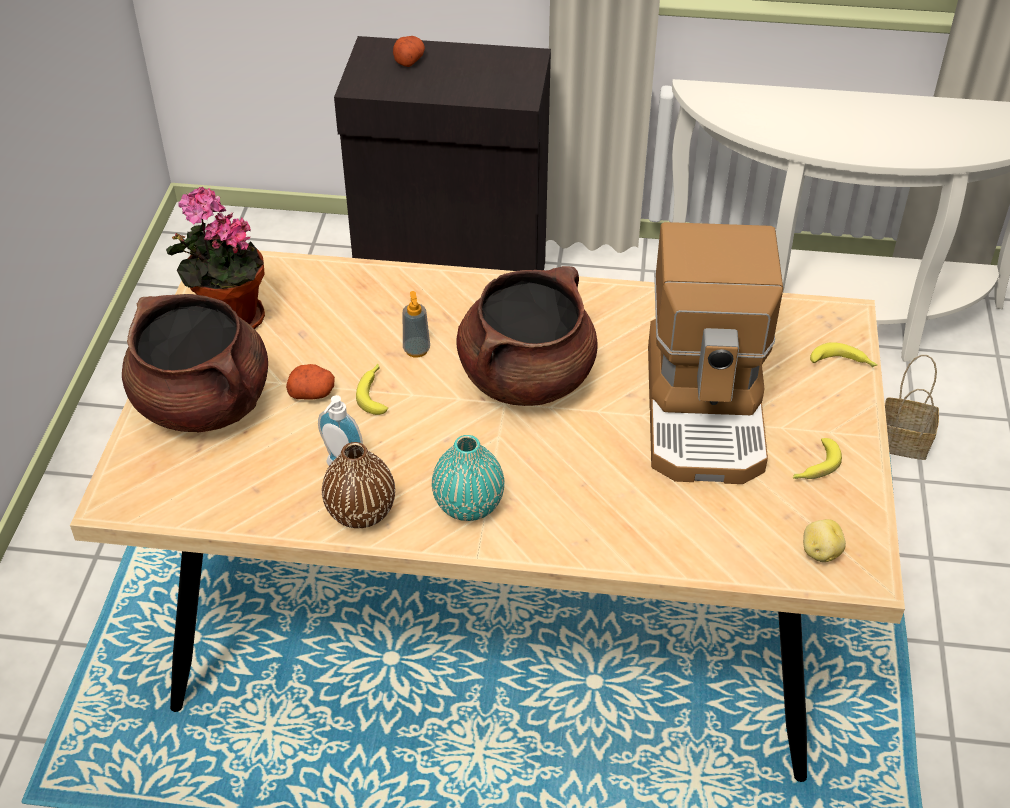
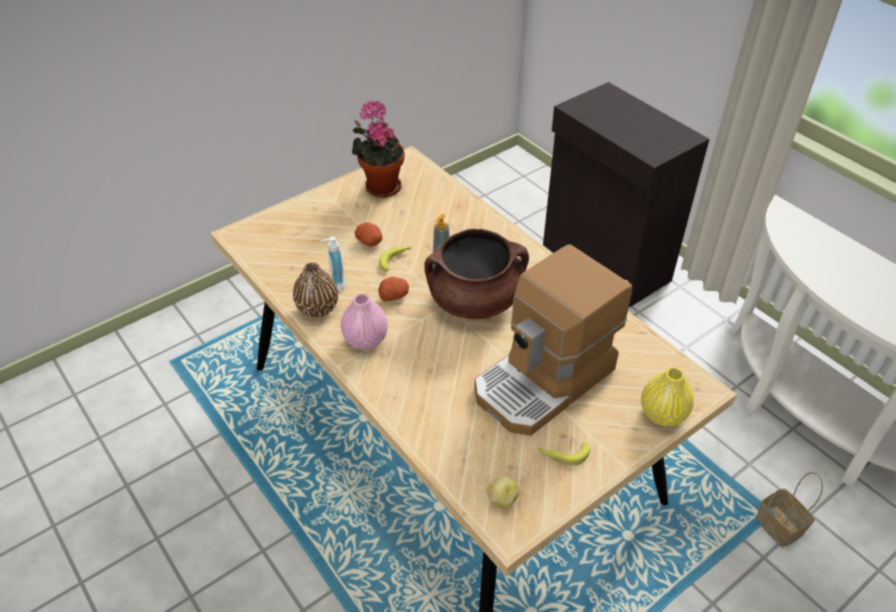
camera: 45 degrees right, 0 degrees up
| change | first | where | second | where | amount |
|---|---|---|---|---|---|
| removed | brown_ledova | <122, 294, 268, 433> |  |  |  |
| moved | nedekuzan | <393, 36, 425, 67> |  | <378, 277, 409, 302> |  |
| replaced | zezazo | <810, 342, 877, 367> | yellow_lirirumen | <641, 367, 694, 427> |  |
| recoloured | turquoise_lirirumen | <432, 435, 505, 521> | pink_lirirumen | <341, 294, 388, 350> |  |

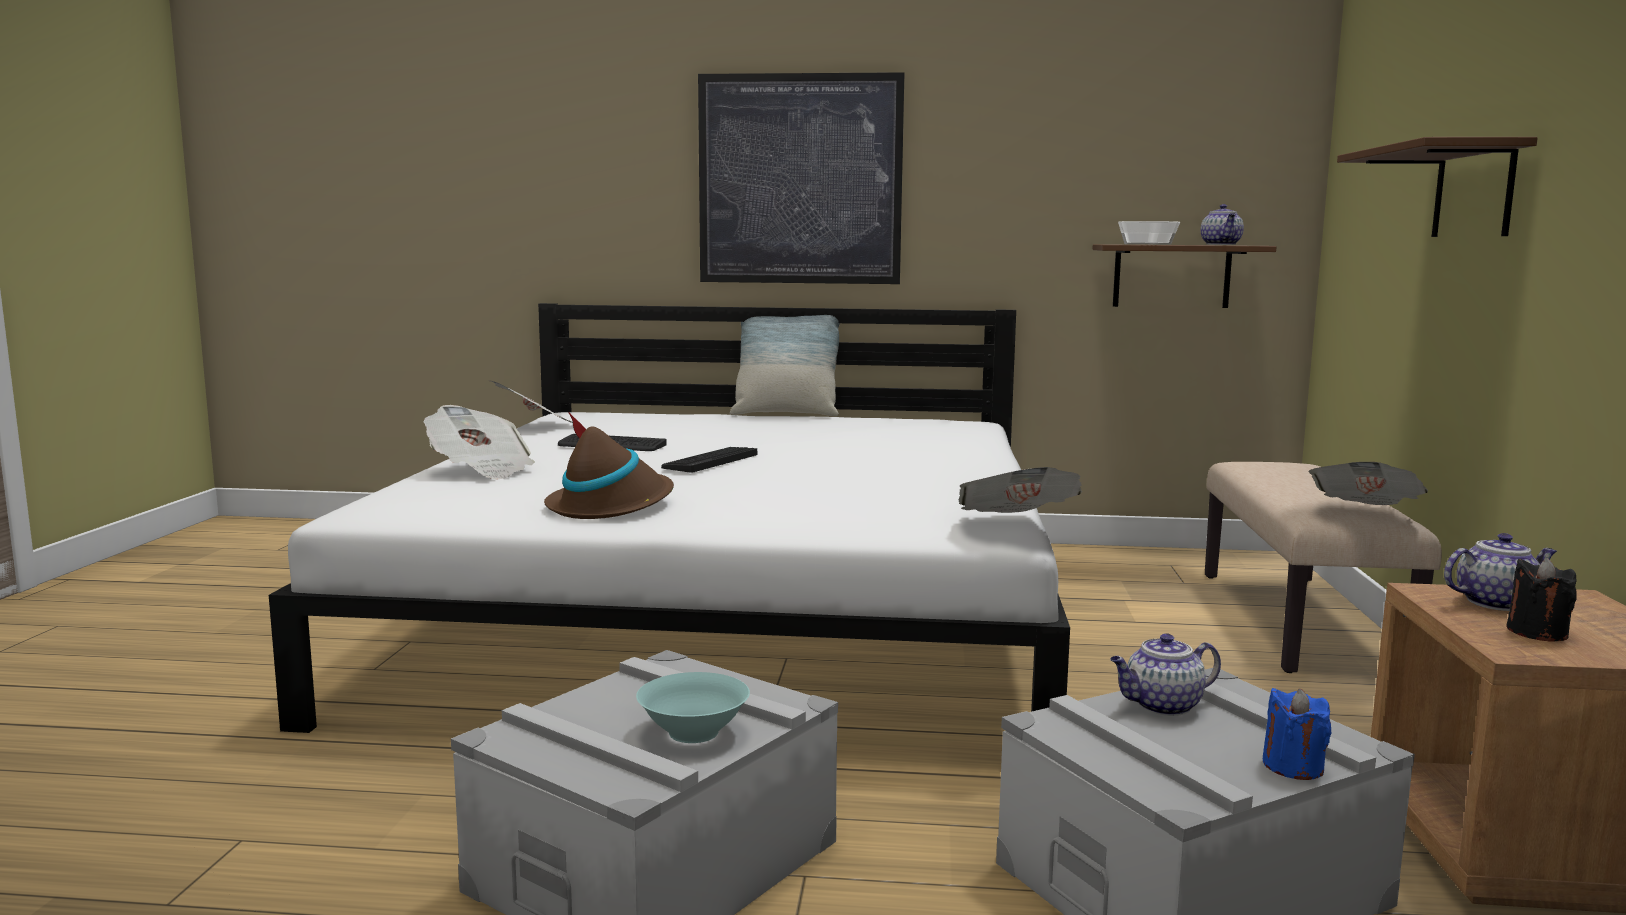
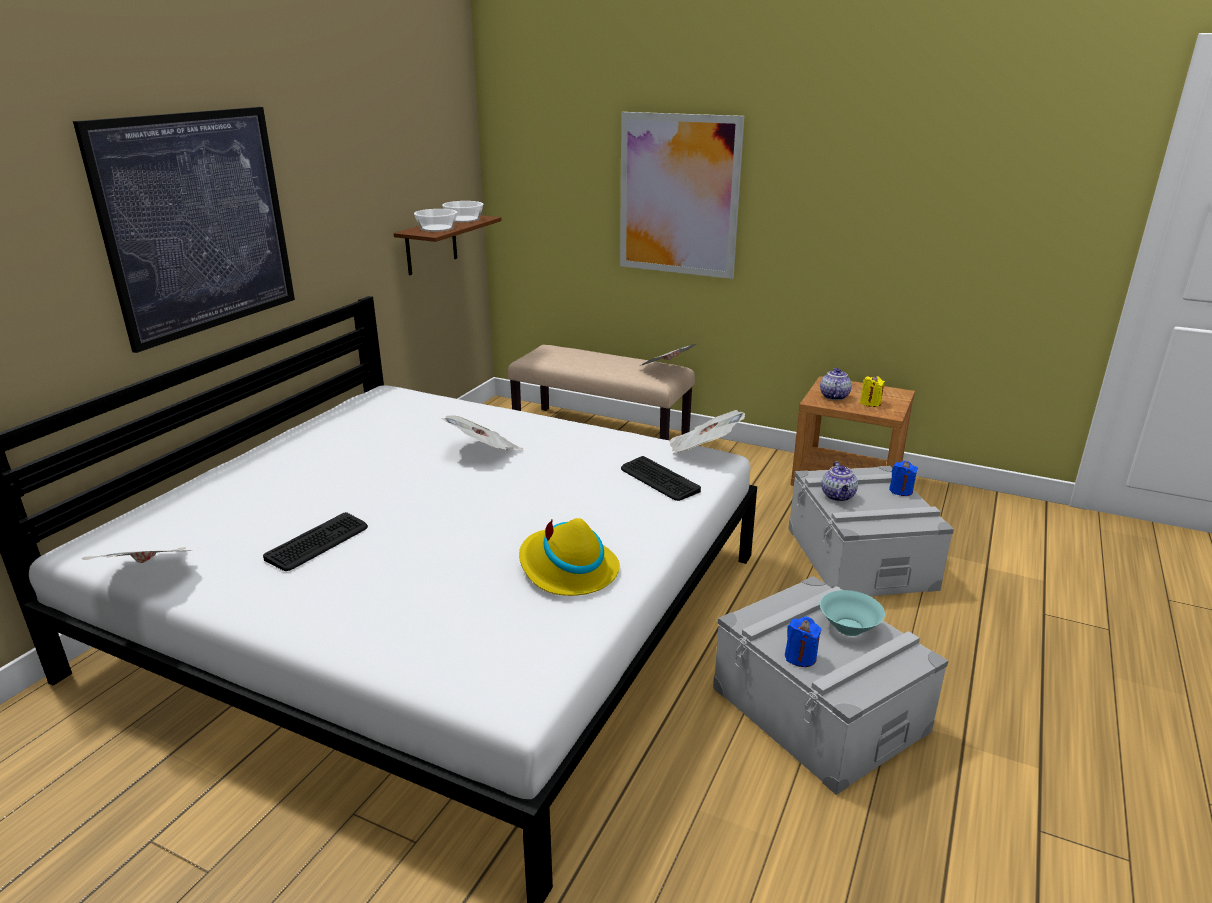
camera: 70 degrees left, 15 degrees up
| change | first | where | second | where | amount |
|---|---|---|---|---|---|
| removed | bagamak | <730, 315, 840, 416> |  |  |  |
| added |  |  | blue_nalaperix | <785, 617, 822, 667> |  |
| moved | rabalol | <424, 405, 535, 480> |  | <442, 416, 523, 450> |  |
| moved | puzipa | <661, 447, 757, 473> |  | <621, 456, 701, 501> |  |
| replaced | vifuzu | <1200, 204, 1244, 245> | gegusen | <442, 201, 483, 222> |  |
| replaced | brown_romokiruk | <1337, 137, 1538, 237> | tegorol | <620, 112, 744, 279> |  |
| recoloured | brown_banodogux | <544, 412, 674, 519> | yellow_banodogux | <519, 518, 620, 596> |  |
| recoloured | black_nalaperix | <1506, 558, 1577, 642> | yellow_nalaperix | <860, 375, 885, 407> |  |

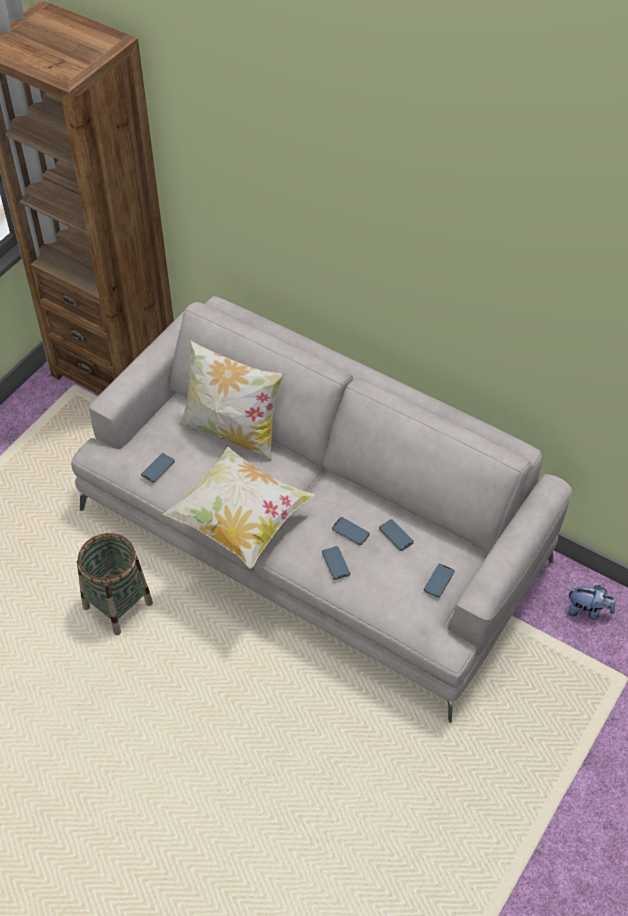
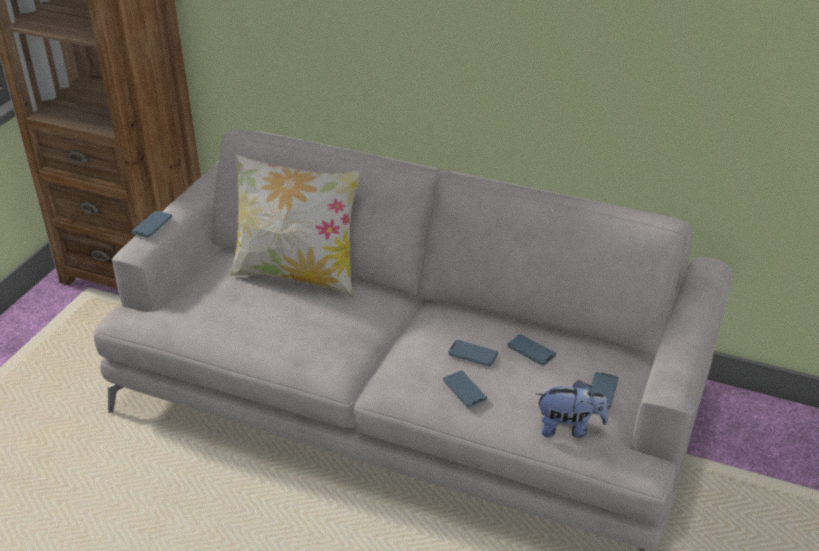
camera: 10 degrees left, 15 degrees down
| change | first | where | second | where | amount |
|---|---|---|---|---|---|
| removed | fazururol | <77, 533, 153, 636> |  |  |  |
| removed | bagamak | <163, 447, 315, 569> |  |  |  |
| moved | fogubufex | <141, 453, 175, 483> |  | <132, 211, 172, 238> |  |
| moved | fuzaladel | <568, 585, 615, 620> |  | <536, 380, 609, 438> |  |

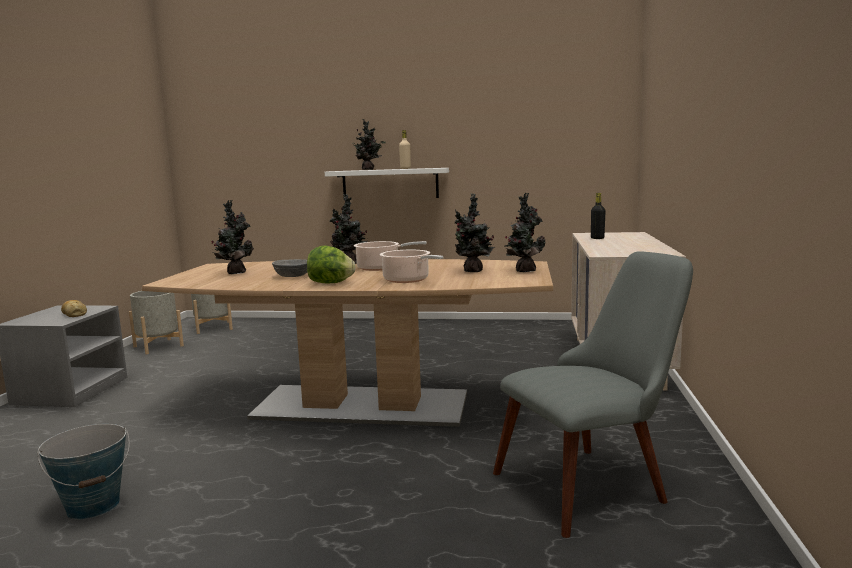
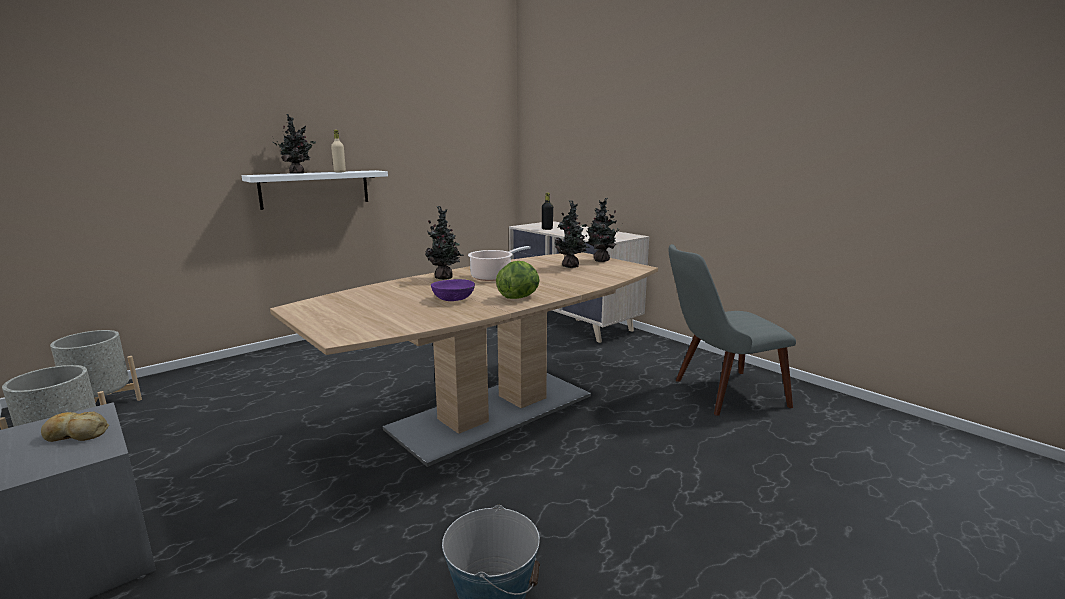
camera: 50 degrees left, 5 degrees up
| change | first | where | second | where | amount |
|---|---|---|---|---|---|
| removed | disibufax | <211, 200, 254, 274> |  |  |  |
| removed | ledova | <380, 250, 443, 283> |  |  |  |
| recoloured | grey_gegusen | <272, 259, 307, 277> | purple_gegusen | <431, 279, 475, 301> |  |
| turned | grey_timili | <493, 251, 693, 538> |  | <668, 244, 796, 416> | 120 degrees counterclockwise |

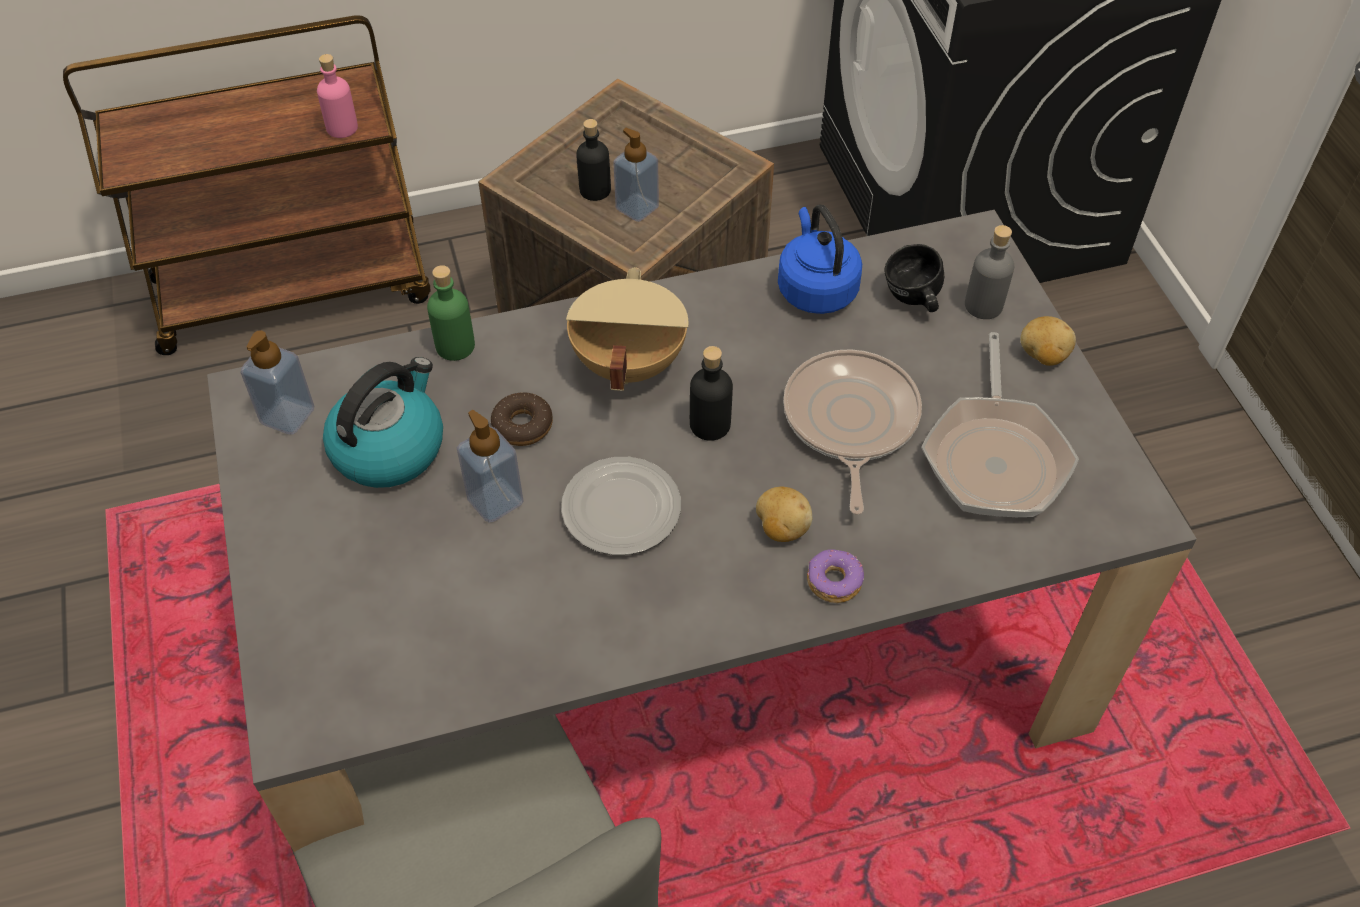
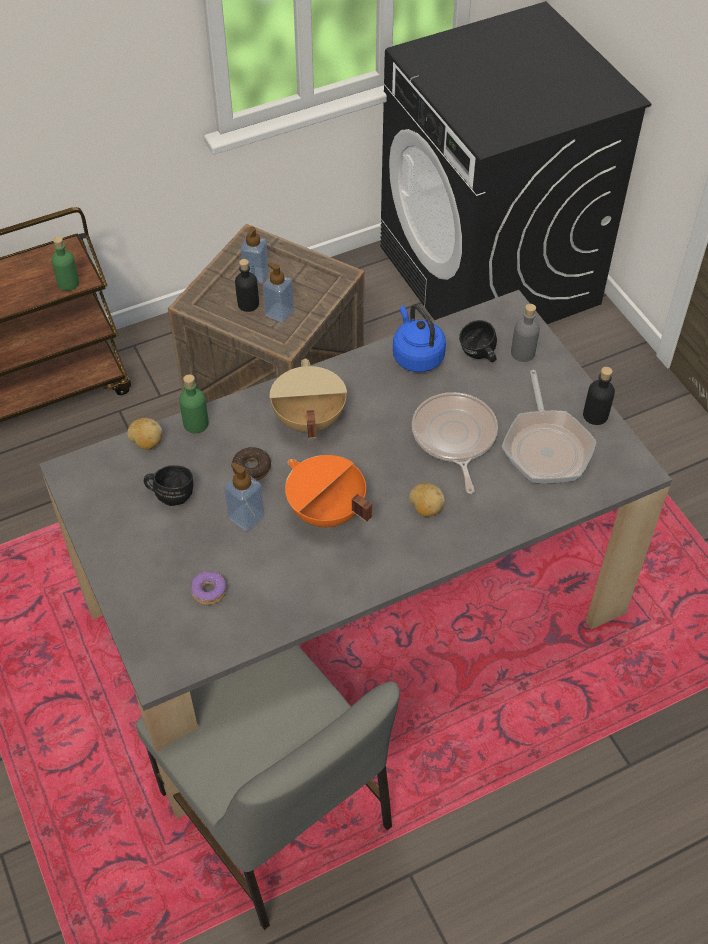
camera: 10 degrees left, 0 degrees up
| change | first | where | second | where | amount |
|---|---|---|---|---|---|
| moved | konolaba | <240, 330, 314, 435> |  | <240, 226, 269, 284> |  |
| moved | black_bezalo | <690, 346, 733, 441> |  | <583, 367, 615, 425> |  |
| moved | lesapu | <807, 549, 864, 603> |  | <191, 572, 226, 605> |  |
| moved | nedekuzan | <1020, 316, 1076, 366> |  | <127, 418, 163, 450> |  |
| replaced | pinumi | <323, 357, 443, 488> | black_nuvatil | <144, 465, 193, 506> |  |
| replaced | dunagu | <561, 457, 681, 555> | orange_ledova | <285, 455, 373, 527> |  |
| recoloured | pink_bezalo | <317, 54, 358, 138> | green_bezalo | <51, 236, 79, 291> |  |

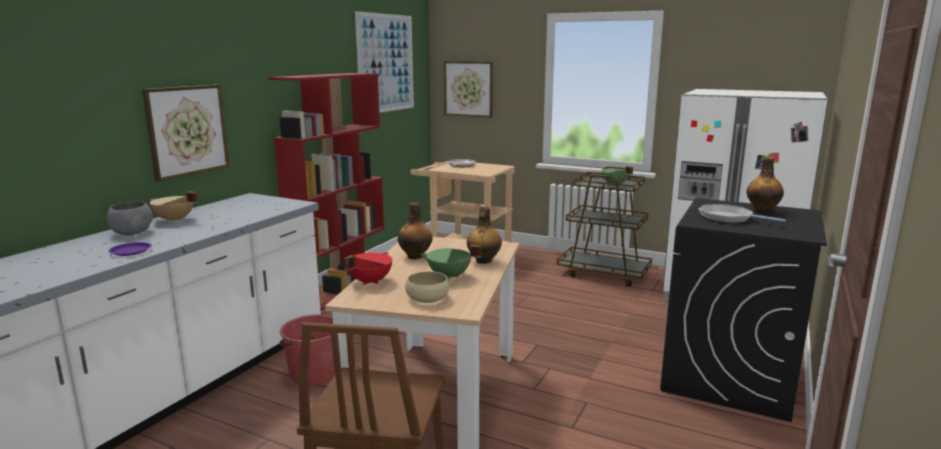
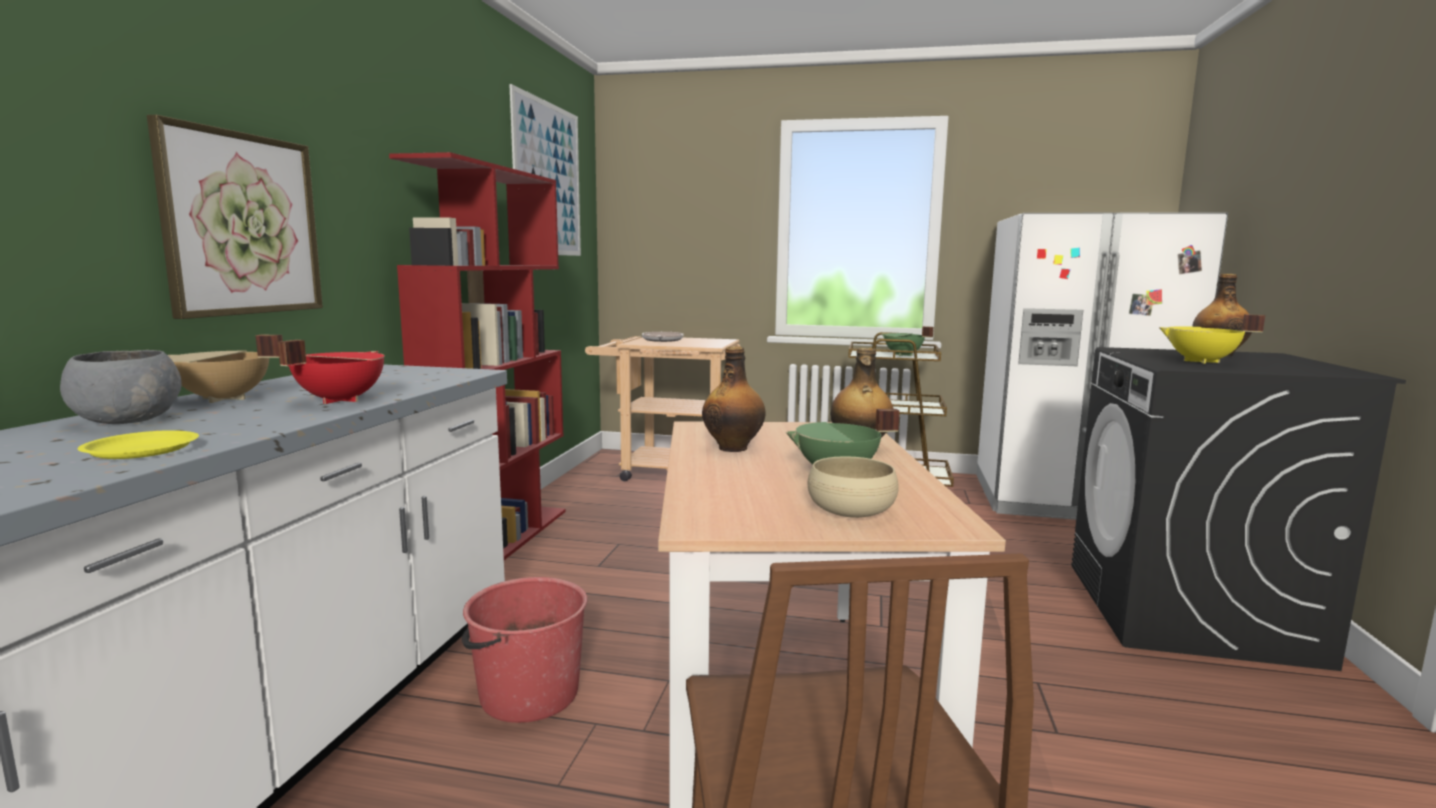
camera: 15 degrees left, 5 degrees down
| change | first | where | second | where | amount |
|---|---|---|---|---|---|
| removed | tegorol | <444, 61, 493, 118> |  |  |  |
| moved | red_ledova | <344, 252, 393, 285> |  | <278, 340, 385, 404> |  |
| replaced | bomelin | <698, 204, 785, 223> | yellow_ledova | <1159, 314, 1265, 364> |  |
| recoloured | purple_dunagu | <108, 242, 152, 256> | yellow_dunagu | <78, 430, 199, 459> |  |

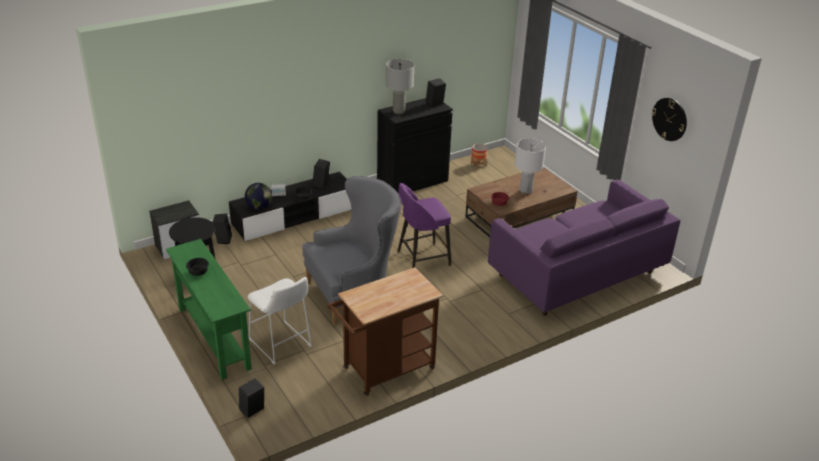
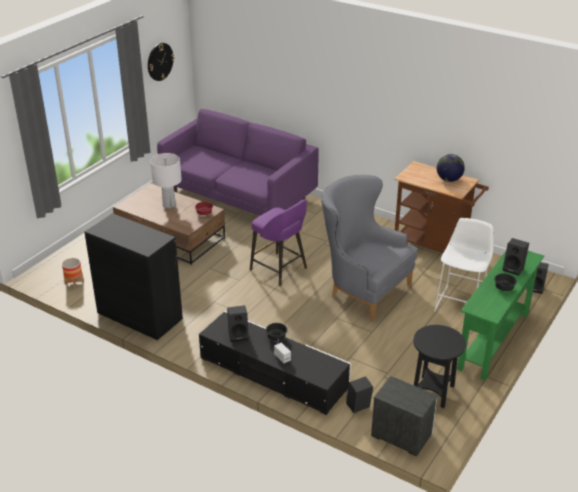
camera: 115 degrees left, 0 degrees up
| change | first | where | second | where | amount |
|---|---|---|---|---|---|
| removed | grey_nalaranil | <386, 59, 414, 114> |  |  |  |
| moved | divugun | <245, 183, 272, 210> |  | <437, 154, 465, 182> |  |
| moved | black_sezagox | <426, 78, 446, 107> |  | <503, 238, 529, 276> |  |

